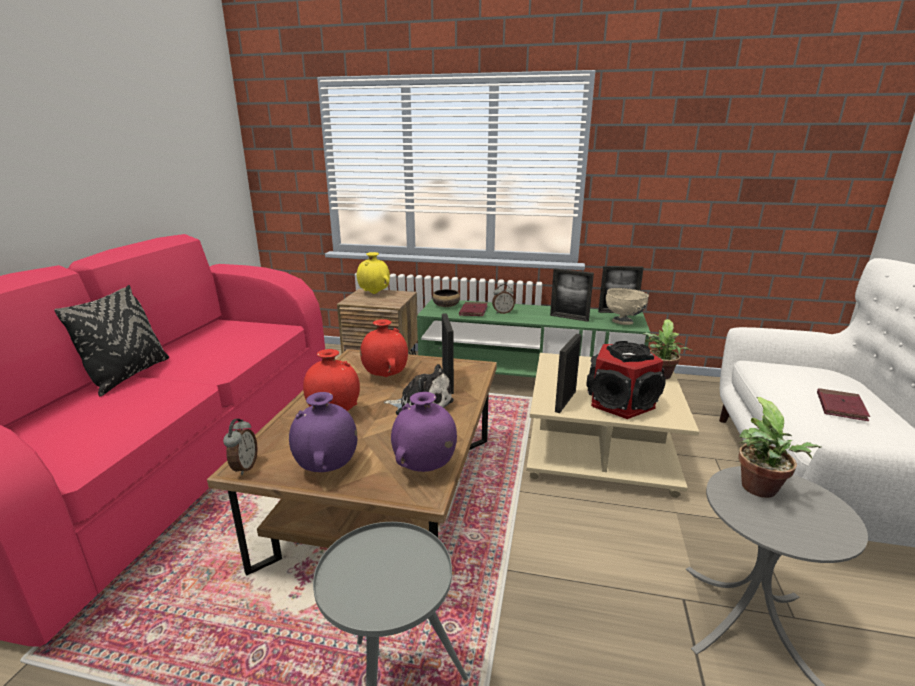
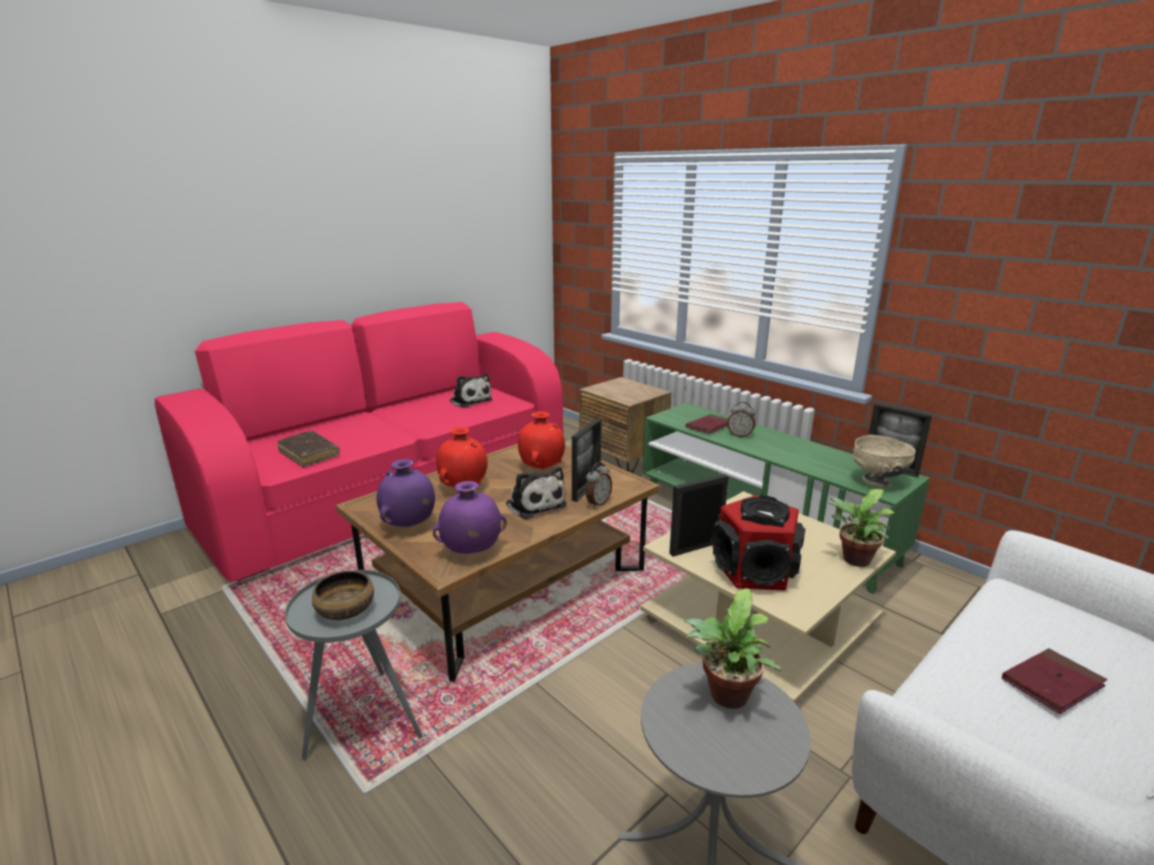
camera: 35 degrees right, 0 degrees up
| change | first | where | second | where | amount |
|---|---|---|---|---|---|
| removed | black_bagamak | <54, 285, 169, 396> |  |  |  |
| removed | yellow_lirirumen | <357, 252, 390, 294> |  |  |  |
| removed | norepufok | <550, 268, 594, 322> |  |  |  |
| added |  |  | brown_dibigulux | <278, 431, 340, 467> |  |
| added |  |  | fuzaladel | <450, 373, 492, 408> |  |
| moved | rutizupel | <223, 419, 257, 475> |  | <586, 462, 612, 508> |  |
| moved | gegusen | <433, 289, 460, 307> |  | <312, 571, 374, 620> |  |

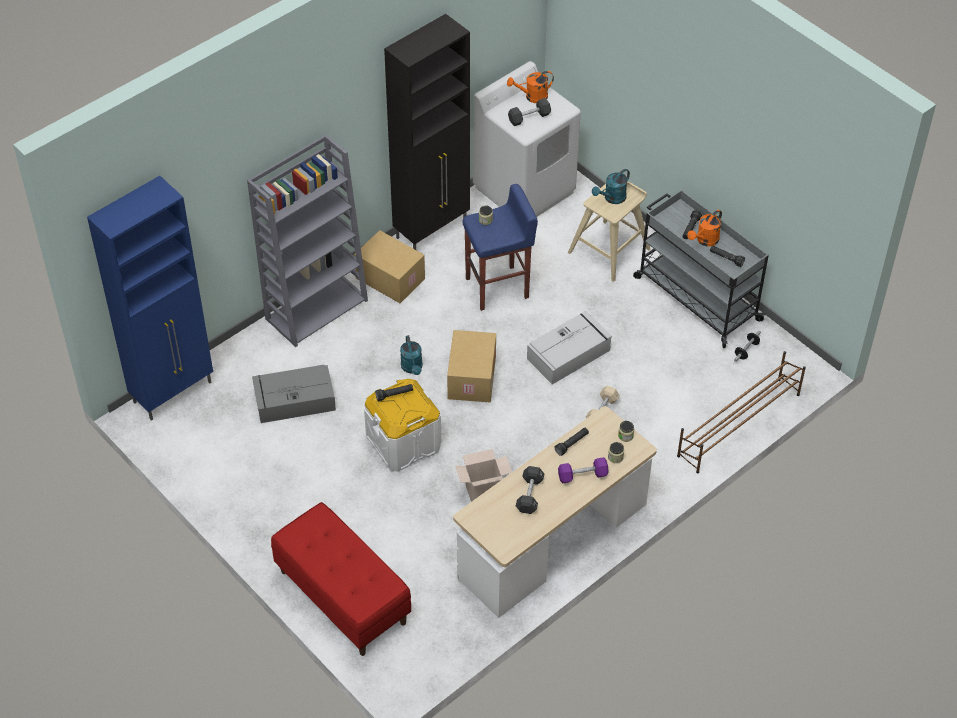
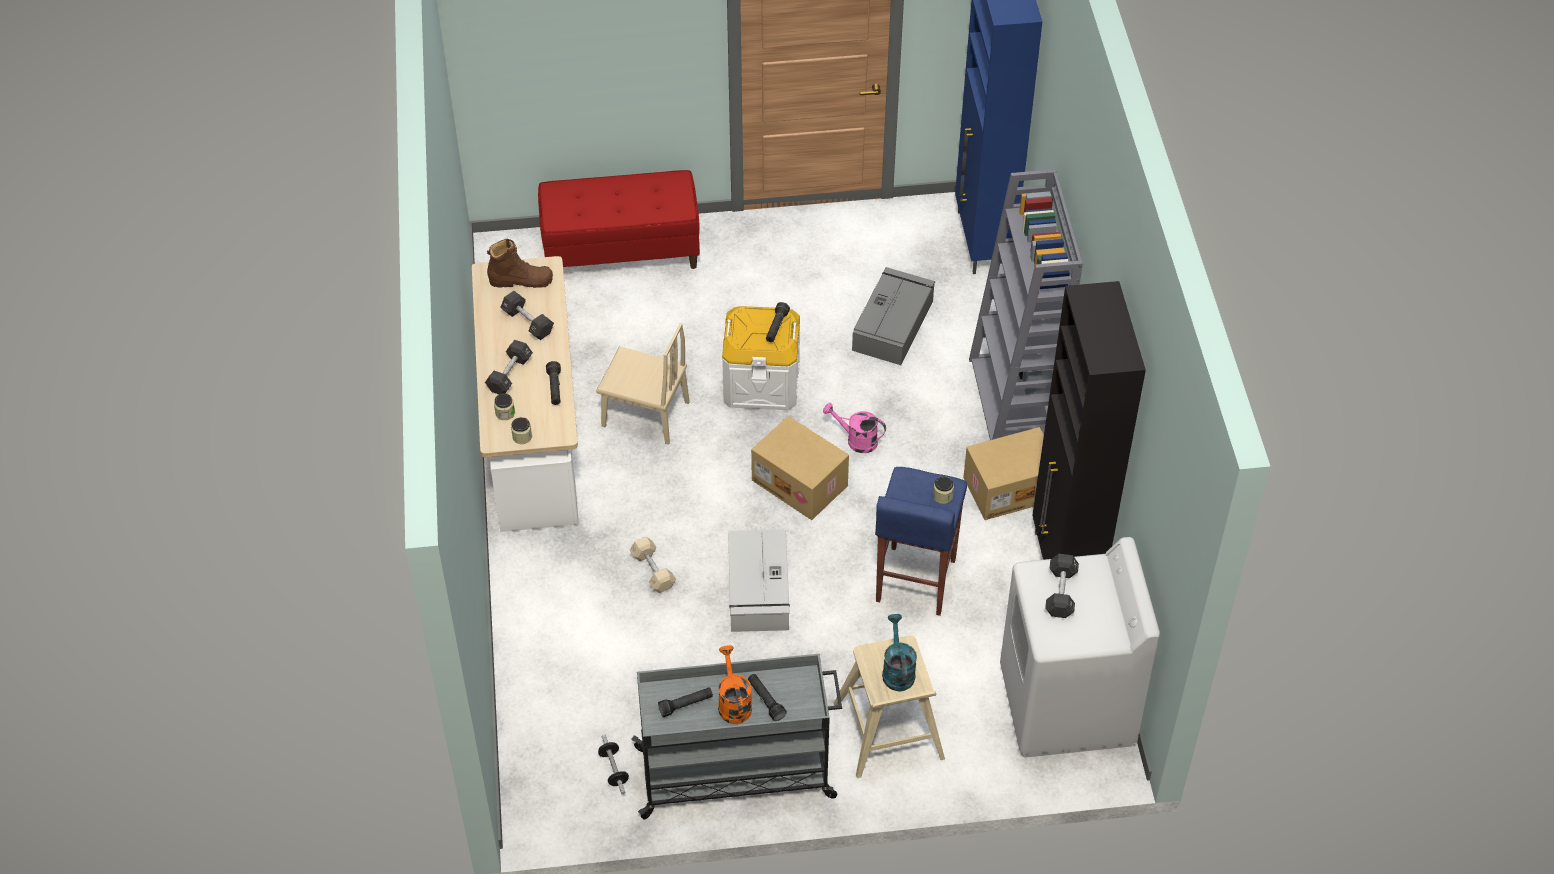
camera: 125 degrees right, 0 degrees up
| change | first | where | second | where | amount |
|---|---|---|---|---|---|
| removed | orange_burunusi | <507, 71, 554, 103> |  |  |  |
| removed | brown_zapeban | <677, 351, 806, 474> |  |  |  |
| added |  |  | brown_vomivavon | <487, 239, 553, 288> |  |
| replaced | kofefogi | <455, 449, 512, 502> | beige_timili | <596, 323, 690, 445> |  |
| recoloured | turquoise_burunusi | <400, 335, 423, 375> | pink_burunusi | <823, 403, 886, 453> |  |
| recoloured | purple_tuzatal | <558, 457, 609, 483> | black_tuzatal | <485, 340, 533, 394> |  |

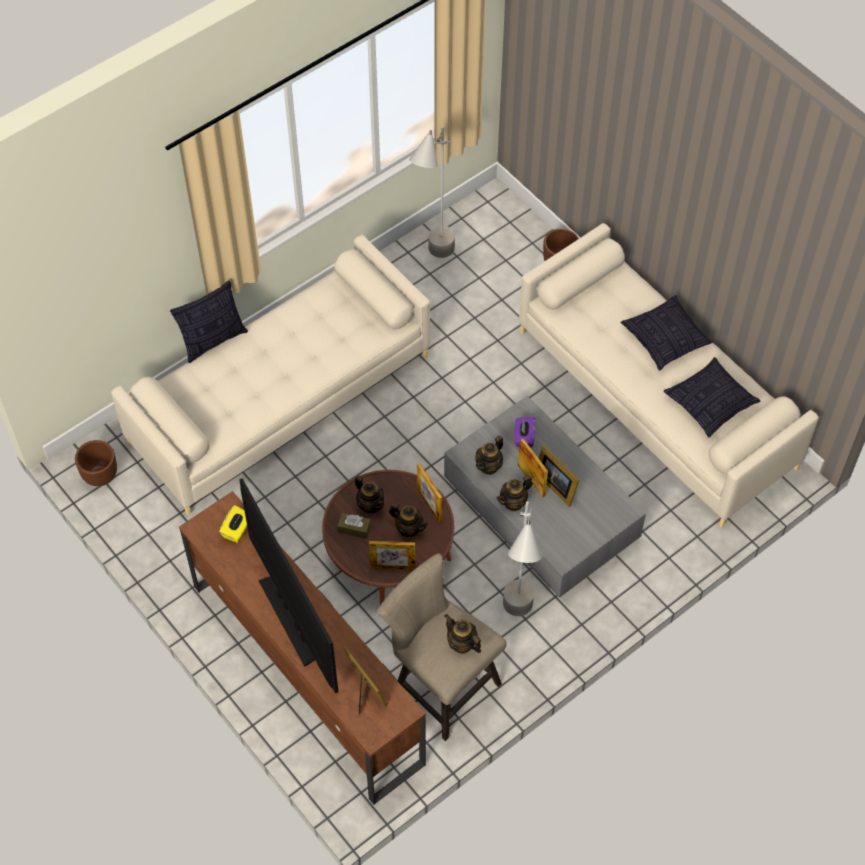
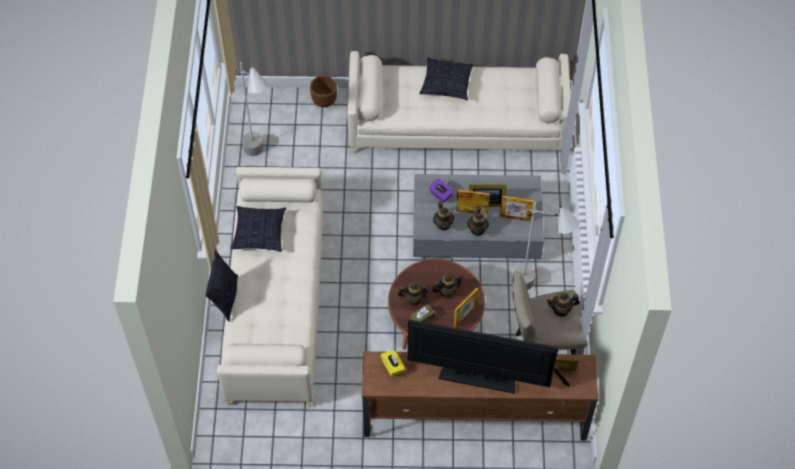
camera: 50 degrees left, 0 degrees up
| change | first | where | second | where | amount |
|---|---|---|---|---|---|
| removed | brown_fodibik | <75, 440, 117, 486> |  |  |  |
| moved | norepufok | <417, 464, 443, 523> |  | <500, 195, 534, 221> |  |
| moved | bagamak | <664, 357, 761, 437> |  | <230, 206, 286, 252> |  |

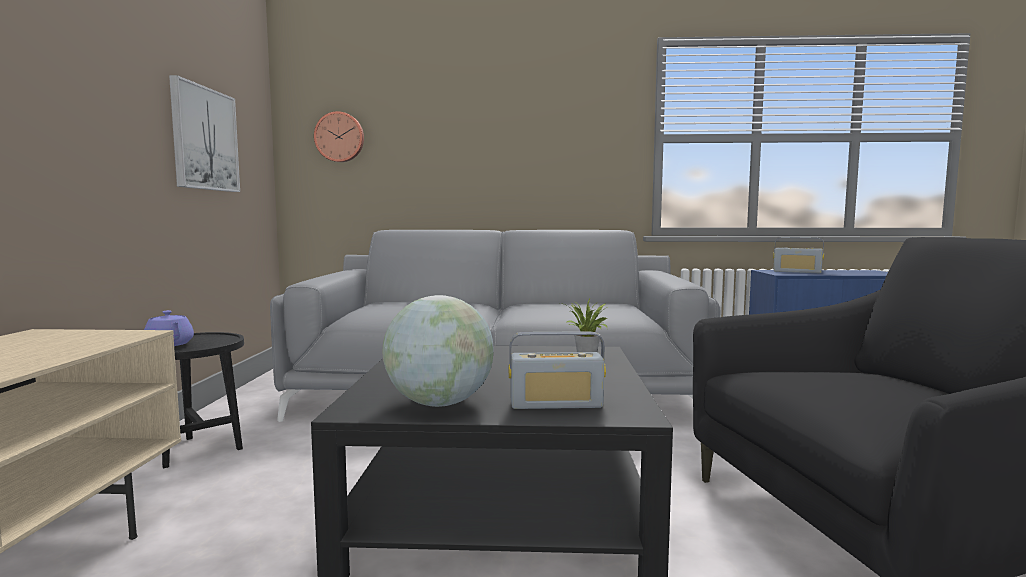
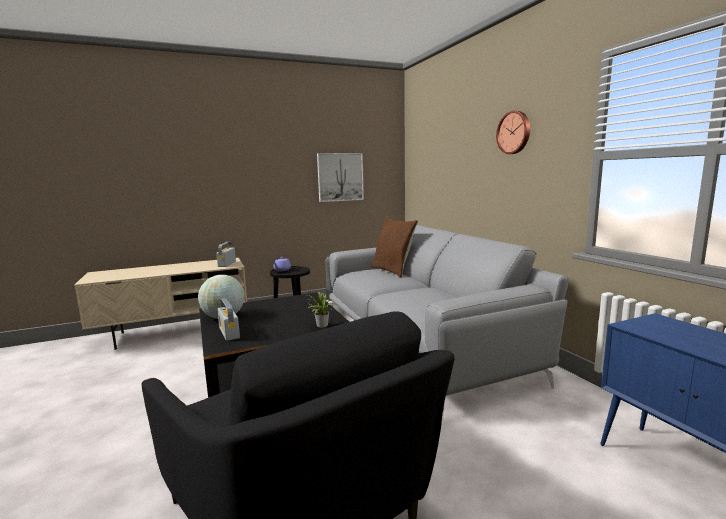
camera: 65 degrees right, 5 degrees up
| change | first | where | second | where | amount |
|---|---|---|---|---|---|
| added |  |  | brown_bagamak | <371, 216, 418, 278> |  |
| moved | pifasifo | <314, 111, 364, 162> |  | <496, 111, 530, 154> |  |
| moved | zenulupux | <773, 237, 824, 273> |  | <216, 242, 236, 267> |  |

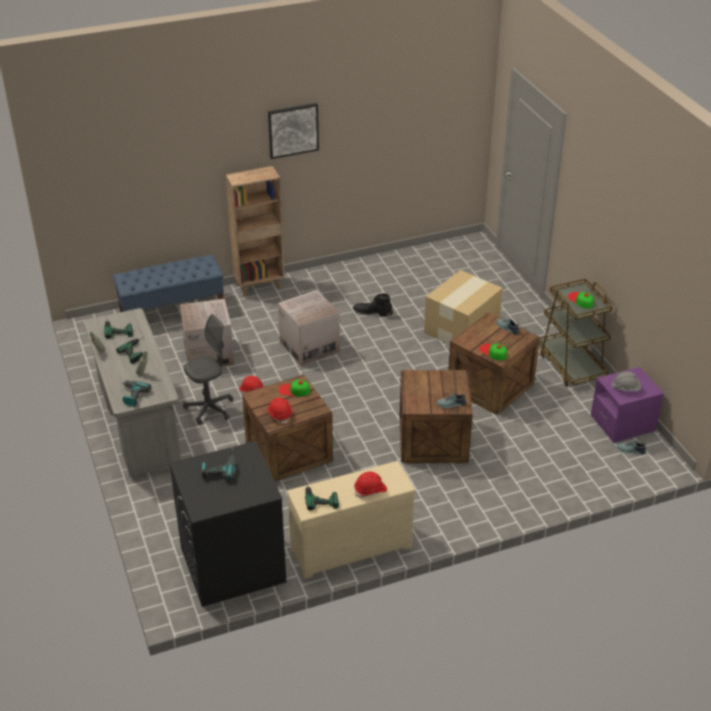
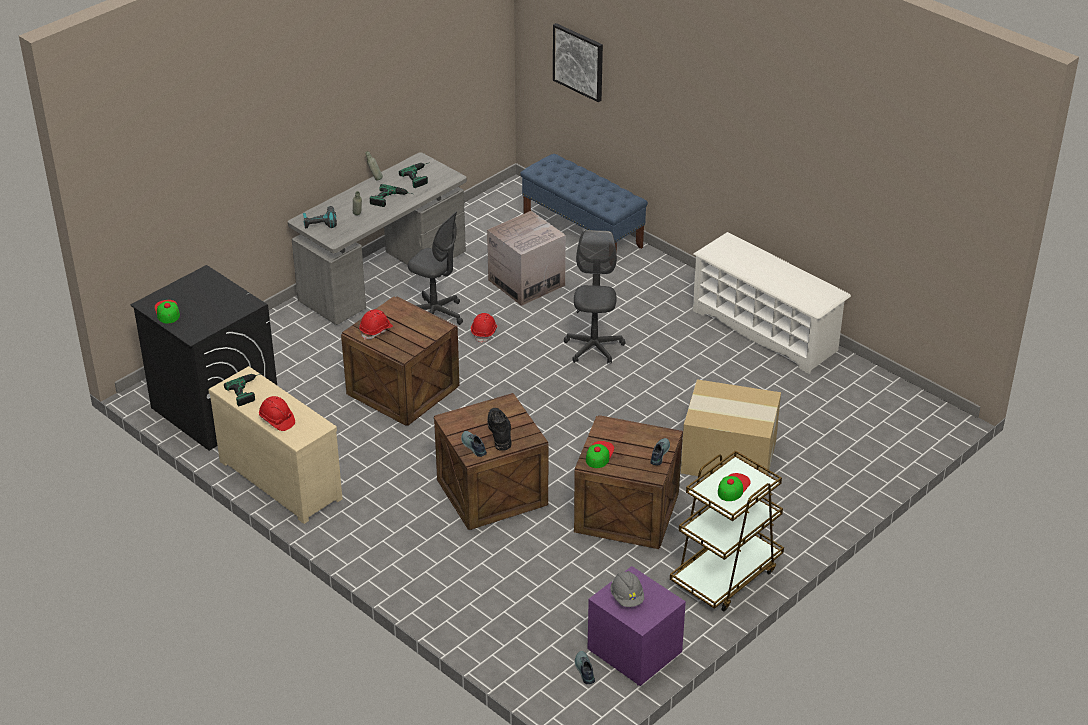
camera: 65 degrees right, 0 degrees up
| change | first | where | second | where | amount |
|---|---|---|---|---|---|
| removed | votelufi | <202, 455, 236, 482> |  |  |  |
| removed | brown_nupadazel | <226, 166, 285, 297> |  |  |  |
| added |  |  | white_zapeban | <693, 232, 851, 374> |  |
| moved | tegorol | <268, 103, 319, 159> |  | <553, 23, 603, 102> |  |
| moved | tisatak | <278, 380, 310, 397> |  | <154, 300, 180, 324> |  |
| moved | black_vomivavon | <353, 293, 393, 316> |  | <487, 408, 512, 451> |  |
| replaced | kofefogi | <278, 290, 340, 366> | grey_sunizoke | <564, 230, 625, 364> |  |

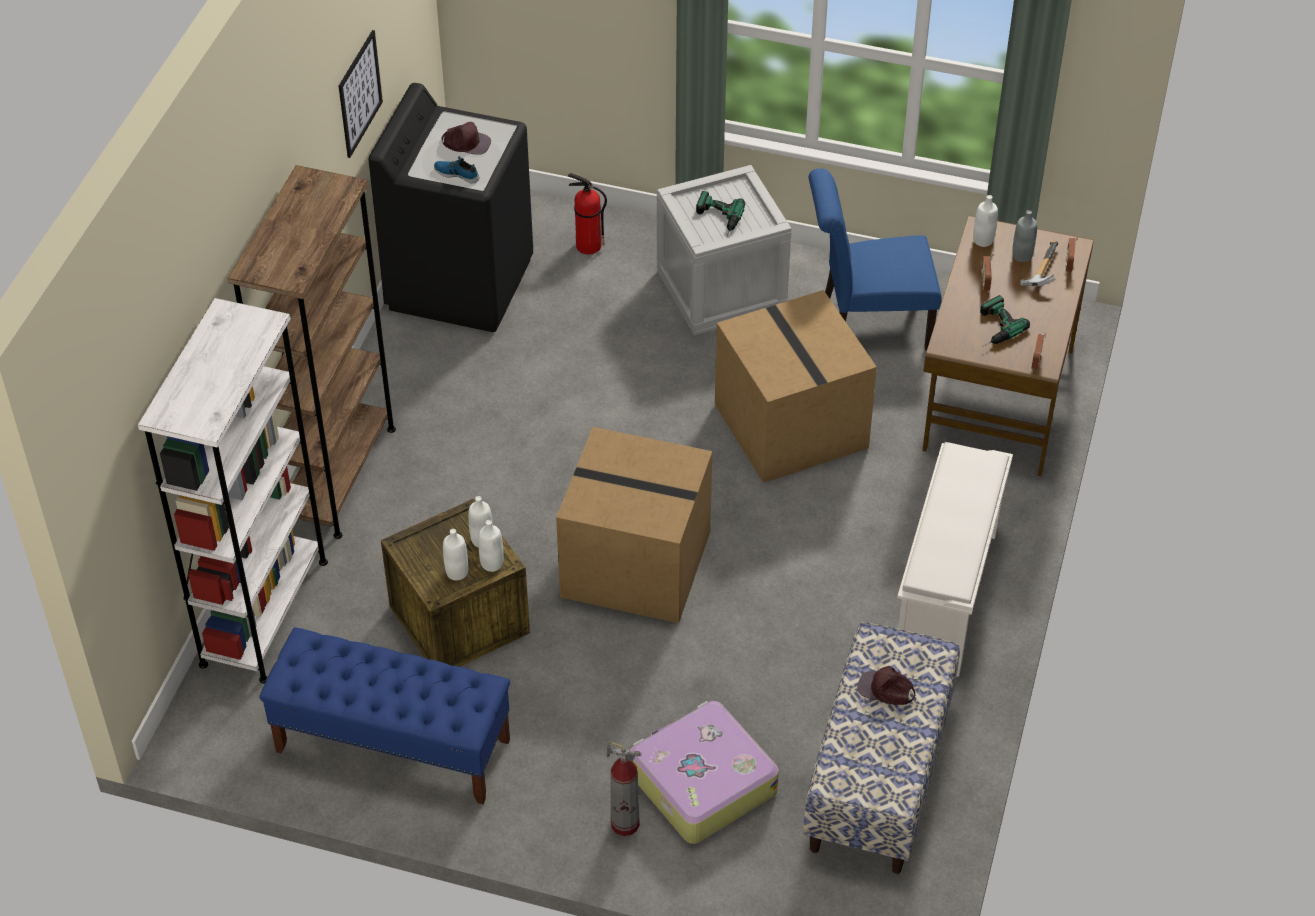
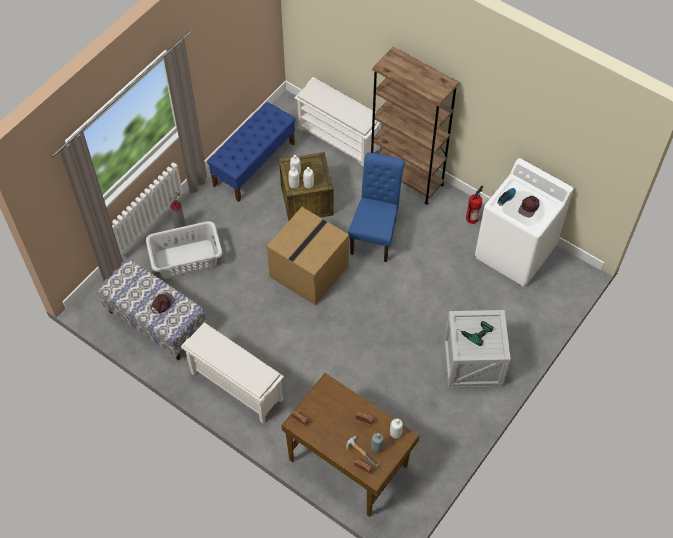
camera: 110 degrees right, 10 degrees up
| change | first | where | second | where | amount |
|---|---|---|---|---|---|
| removed | tegorol | <339, 30, 383, 158> |  |  |  |
| removed | kofefogi | <715, 290, 877, 483> |  |  |  |
| removed | votelufi | <980, 295, 1030, 346> |  |  |  |
| moved | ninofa | <568, 173, 607, 254> |  | <466, 185, 484, 224> |  |
| moved | blue_timili | <809, 168, 942, 350> |  | <348, 152, 405, 262> |  |
| replaced | white_nupadazel | <138, 298, 328, 684> | white_zapeban | <294, 77, 382, 167> |  |
| replaced | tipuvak | <631, 701, 779, 844> | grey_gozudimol | <146, 221, 222, 279> |  |
| recoloured | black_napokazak | <368, 83, 533, 332> | white_napokazak | <475, 158, 574, 286> |  |

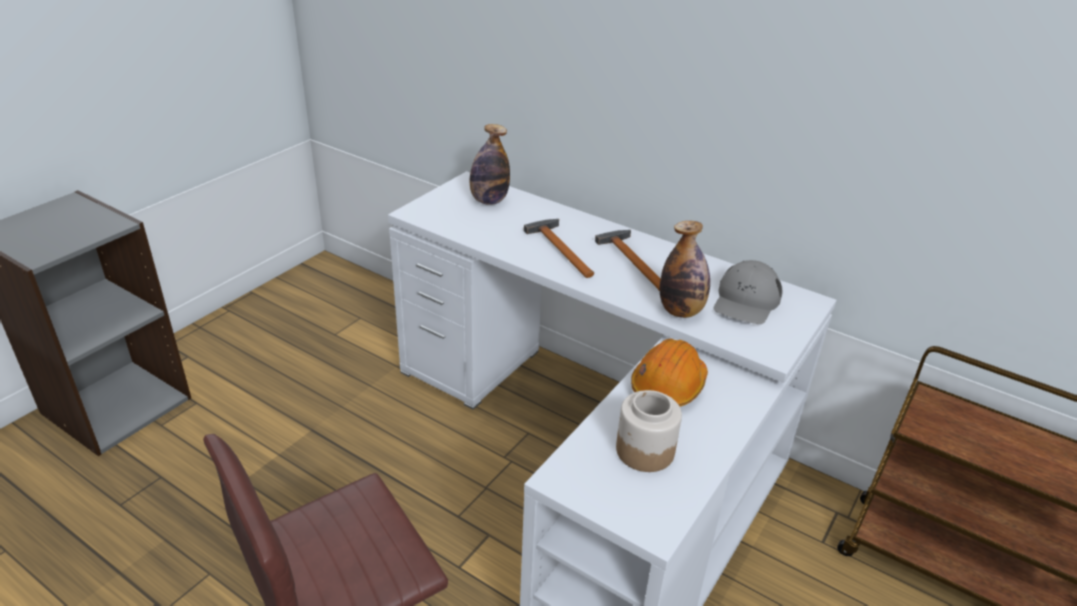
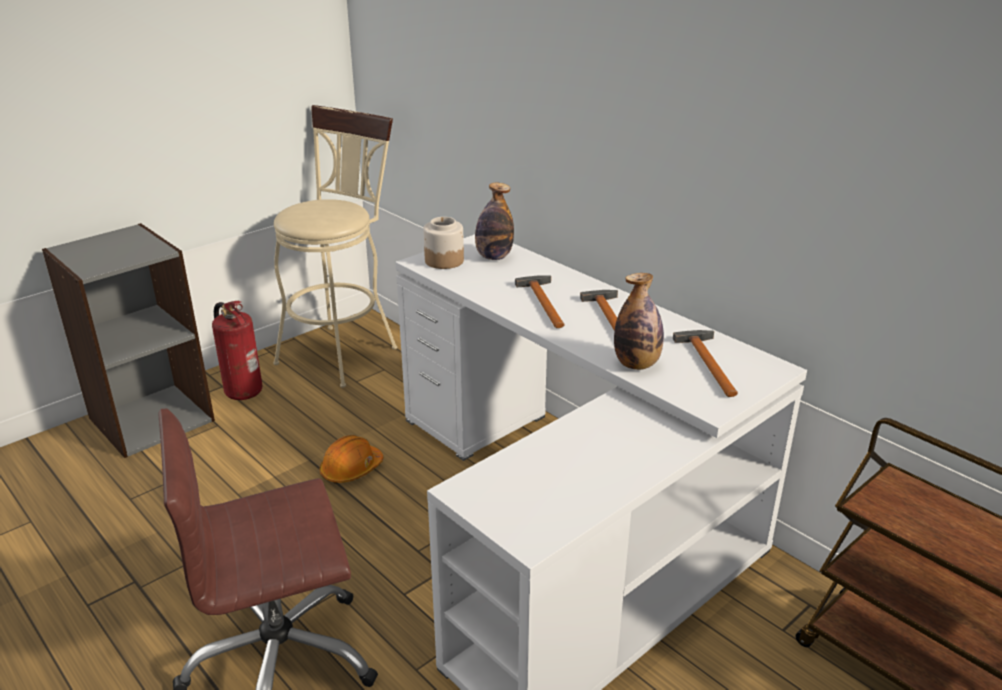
camera: 15 degrees right, 5 degrees down
| change | first | where | second | where | amount |
|---|---|---|---|---|---|
| added |  |  | ninofa | <212, 301, 262, 400> |  |
| added |  |  | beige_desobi | <273, 105, 397, 388> |  |
| moved | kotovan | <616, 390, 682, 472> |  | <423, 217, 464, 269> |  |
| moved | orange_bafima | <631, 338, 708, 406> |  | <319, 435, 383, 484> |  |
| replaced | grey_tisatak | <713, 260, 782, 324> | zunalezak | <673, 330, 738, 397> |  |

